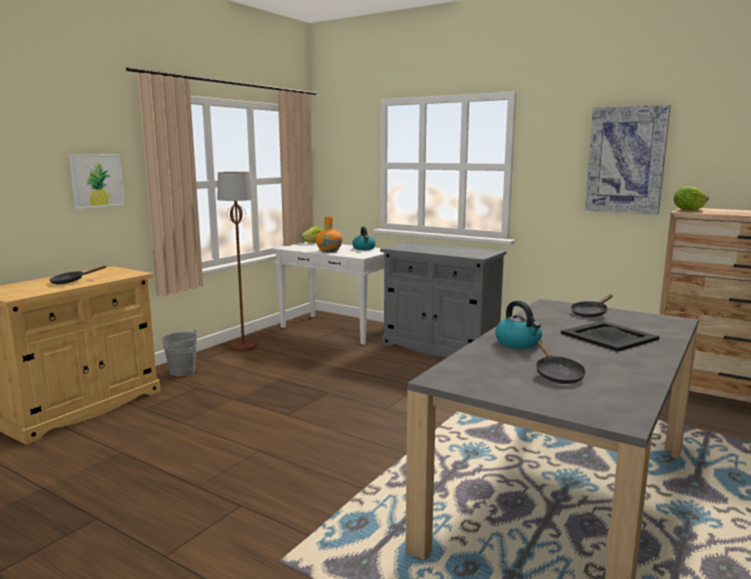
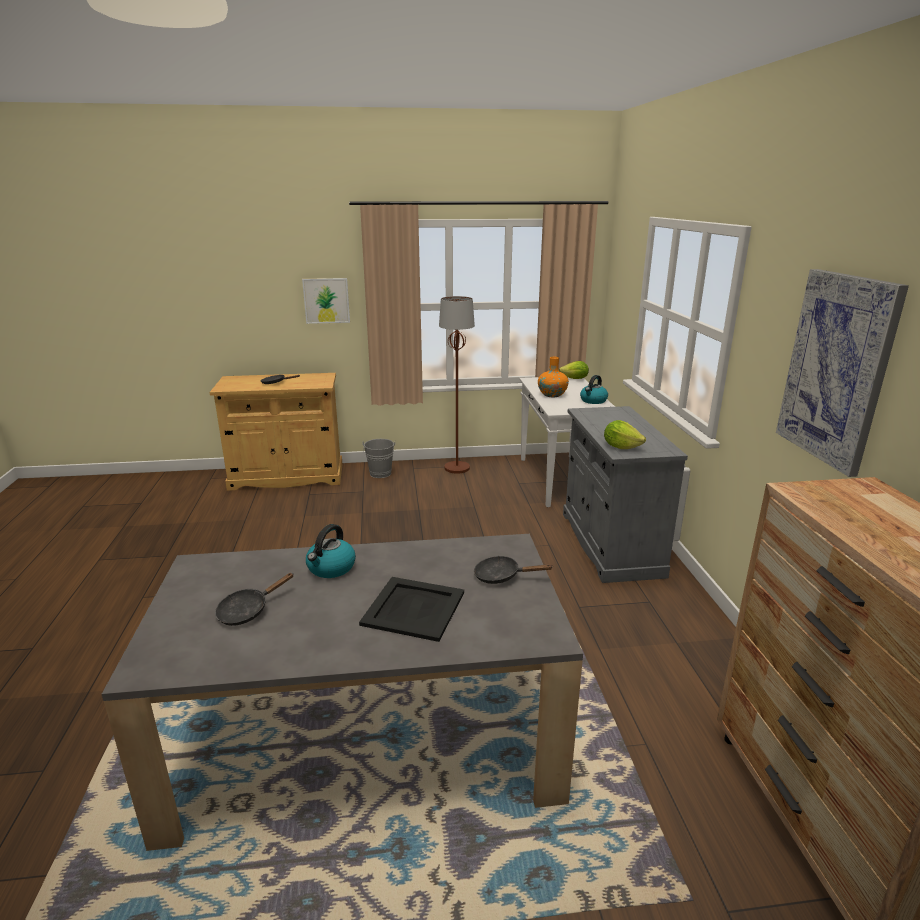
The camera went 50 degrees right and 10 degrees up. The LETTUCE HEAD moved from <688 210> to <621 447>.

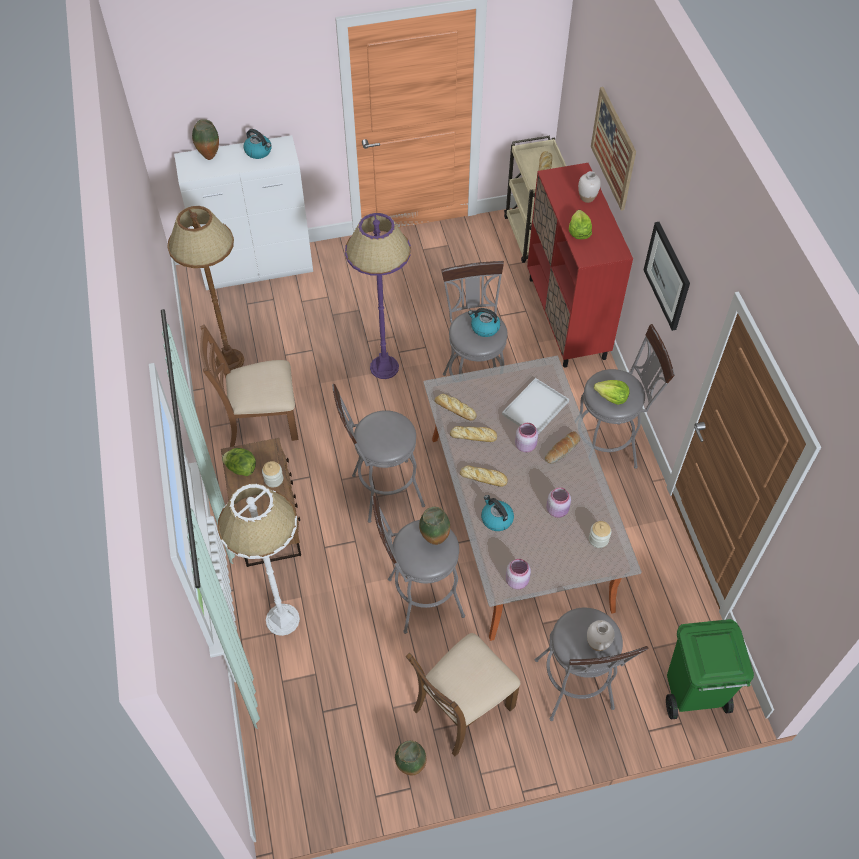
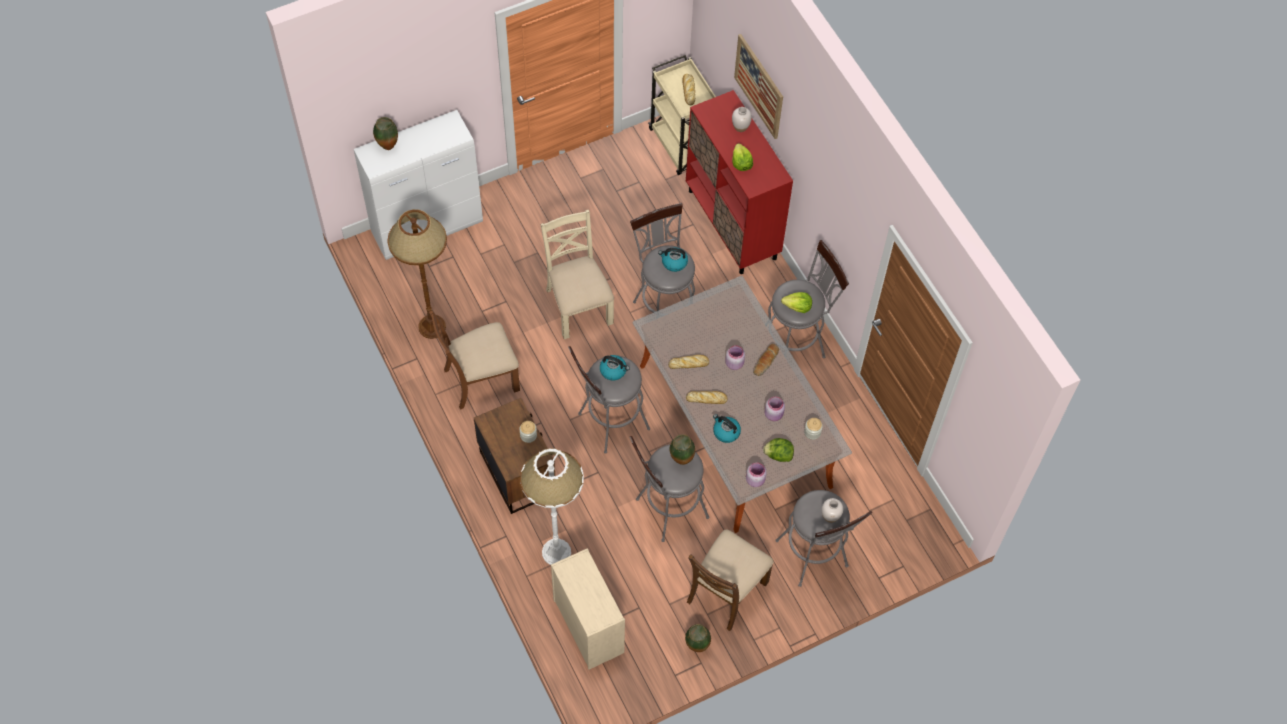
The camera went 15 degrees left and 5 degrees up. The PURPLISH STANDARD LAMP at <384 367> was replaced by the SAND-COLOURED UPRIGHT CHAIR at <578 306>. The SAND-COLOURED DRESSER at <588 625> appeared. The KETTLE moved from <259 151> to <613 370>. The LETTUCE HEAD moved from <241 468> to <778 455>. The BAKED BREAD at <454 409> disappeared. The WHITE CARRYING TRAY at <535 407> disappeared. The PICTURE at <667 276> disappeared. The GREEN-COLOURED WASTE BIN at <692 694> disappeared.

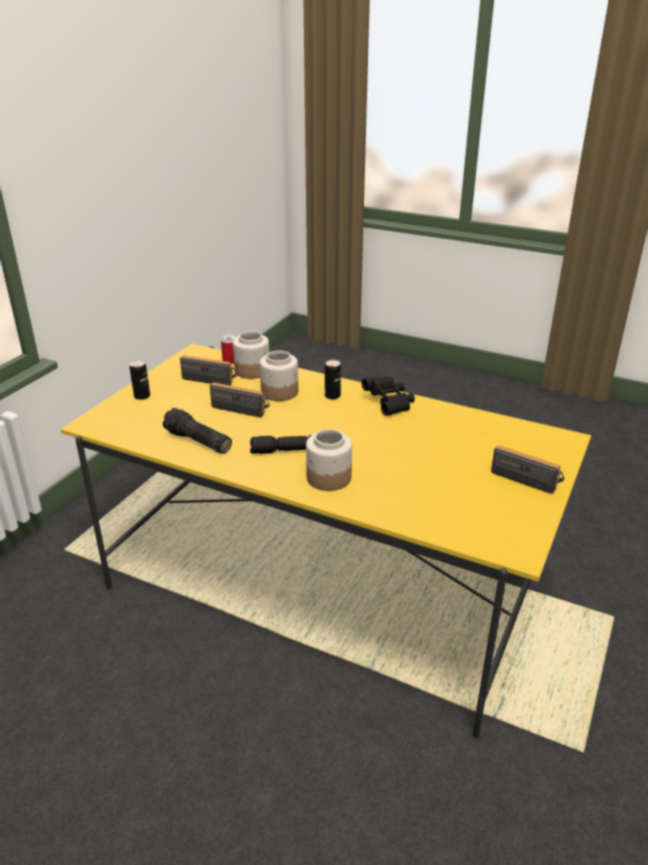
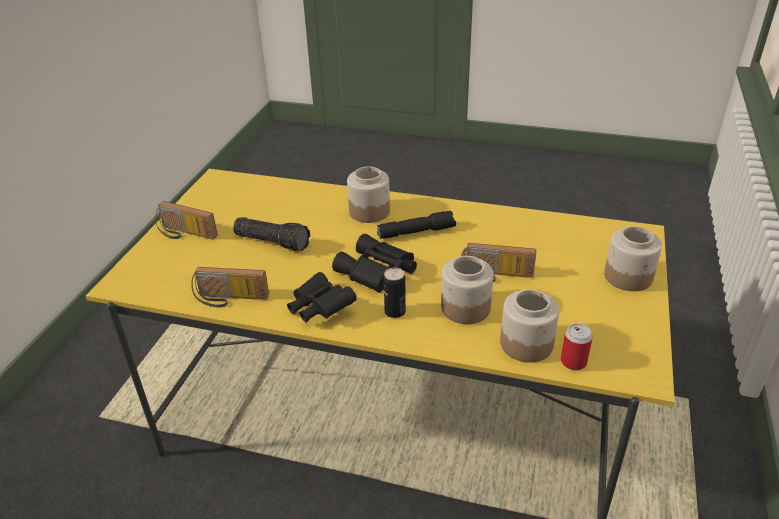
The camera went 170 degrees right and 5 degrees up. The RADIO moved from <211 379> to <230 299>. The TORCH moved from <197 442> to <273 241>. The BLACK-COLOURED BINOCULARS at <377 272> appeared. The METAL CAN at <142 396> was replaced by the PRESERVE JAR at <628 277>.

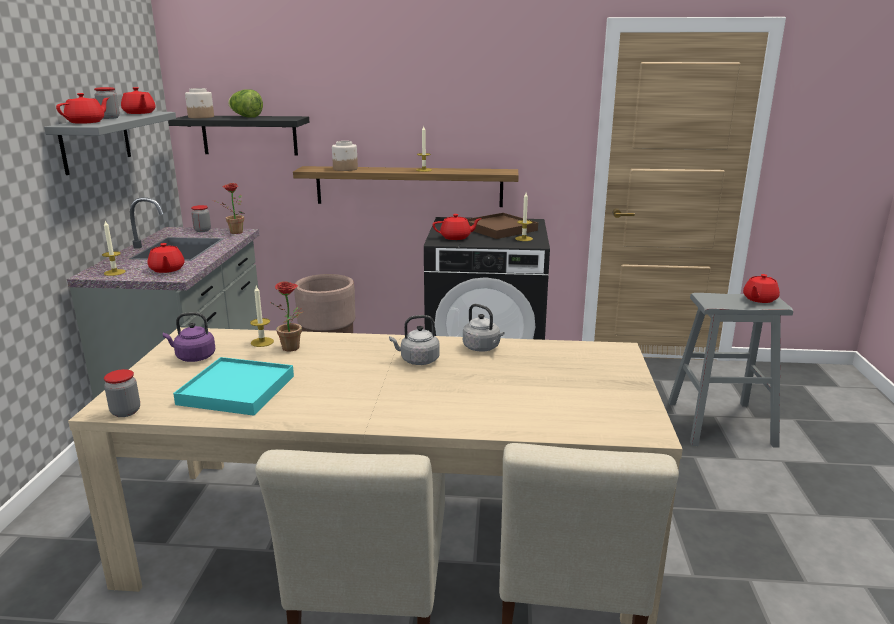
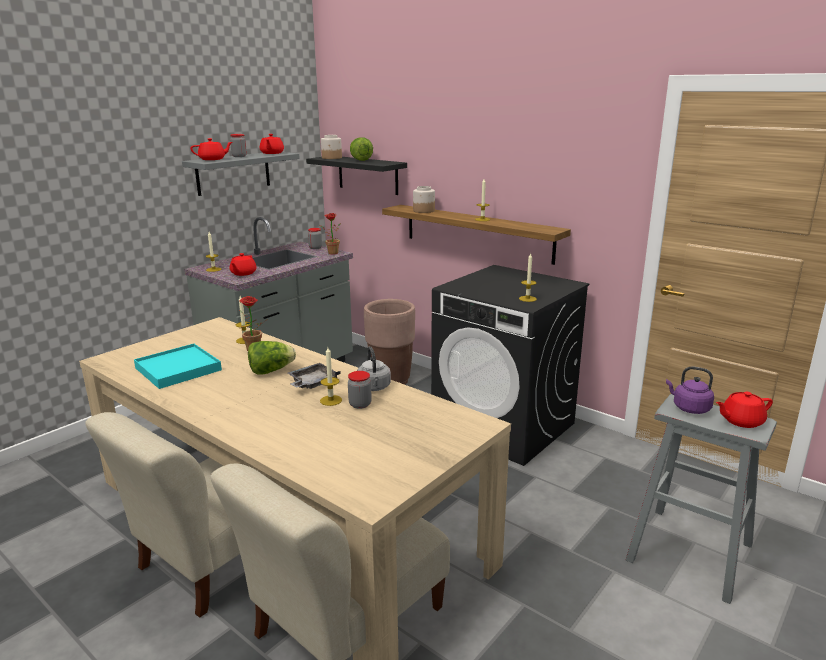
The camera went 35 degrees right and 0 degrees up. The LETTUCE HEAD at <271 371> appeared. The GREY KETTLE at <417 360> was replaced by the GREY CARRYING TRAY at <312 383>. The WAX LIGHT at <331 400> appeared. The PRESERVE JAR moved from <125 412> to <360 404>. The PURPLISH KETTLE moved from <193 357> to <689 408>. The REDDISH POT FOR TEA at <456 237> disappeared. The BROWN CARRYING TRAY at <499 229> disappeared.

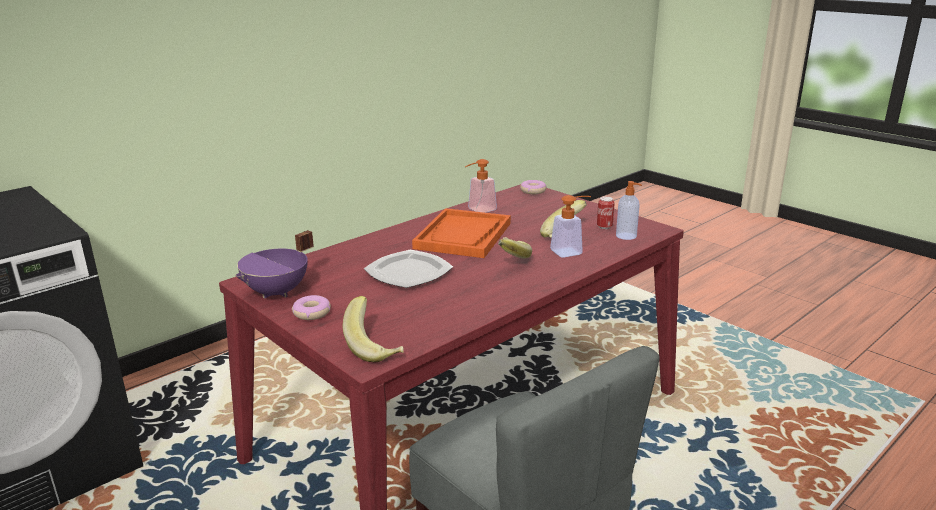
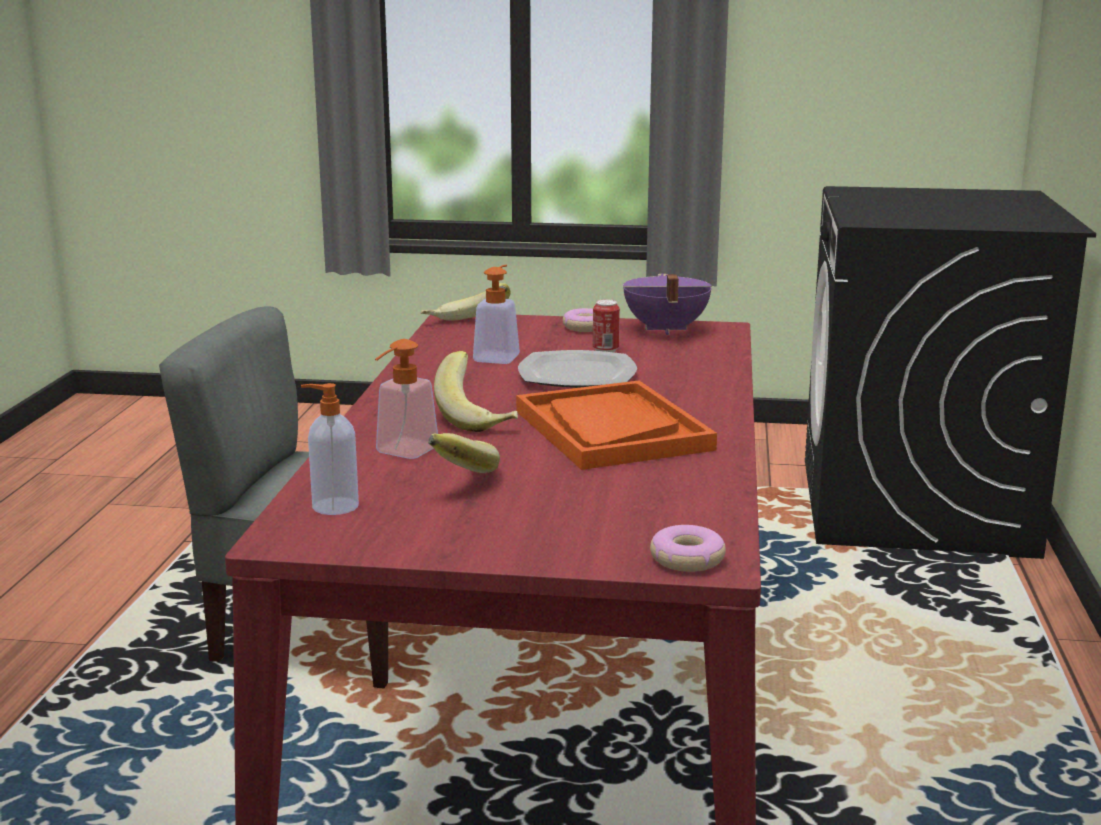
The camera went 140 degrees right and 5 degrees down. The SOAP BOTTLE moved from <478 210> to <499 356>. The METAL CAN moved from <604 227> to <605 350>.

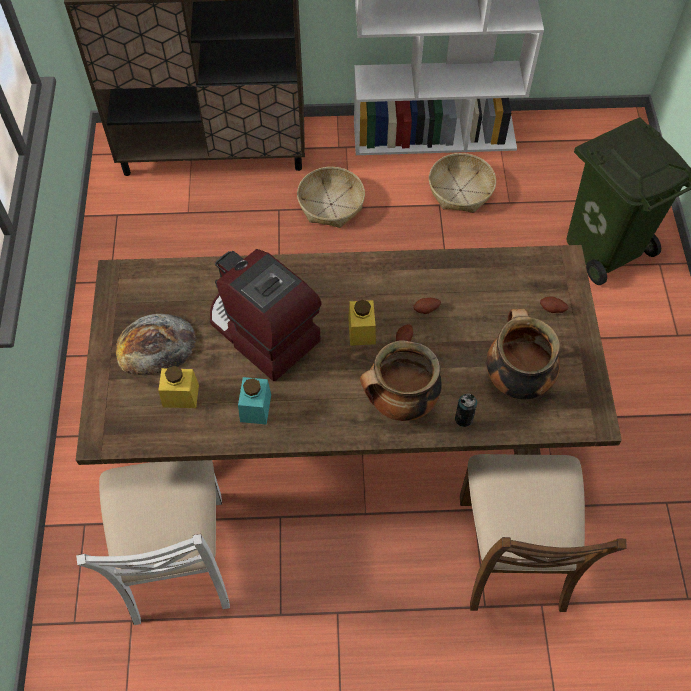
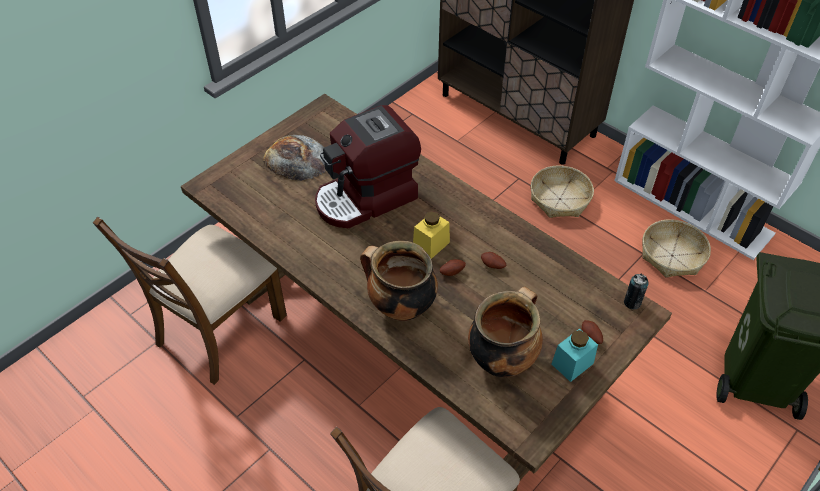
The camera went 45 degrees right and 10 degrees down. The WHITE UPRIGHT CHAIR at <176 559> became the BROWN UPRIGHT CHAIR at <219 330>. The COFFEE BREWER at <262 332> turned 120 degrees counterclockwise. The TURQUOISE PRESERVE JAR moved from <255 408> to <572 363>. The METAL CAN moved from <463 418> to <632 302>. The YELLOW-COLOURED PRESERVE JAR at <181 396> disappeared.

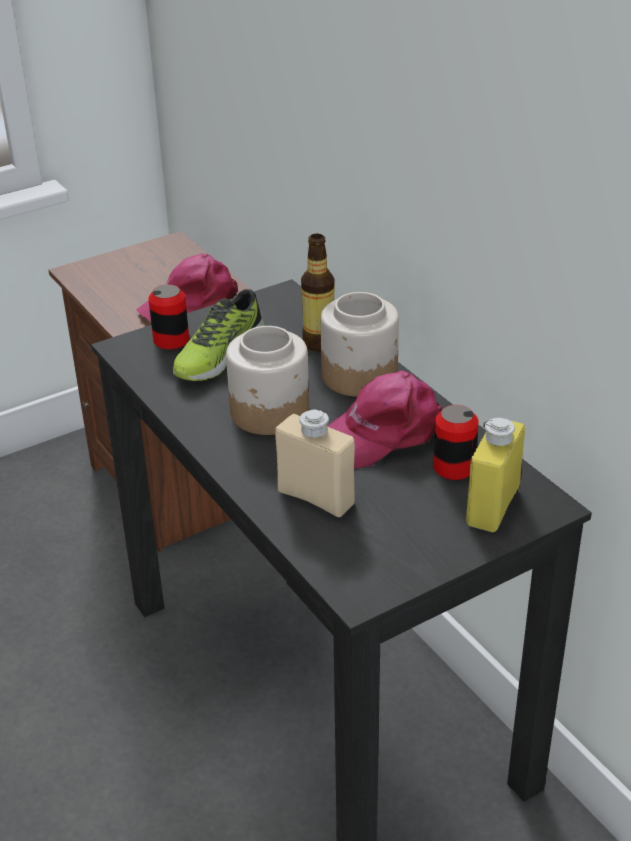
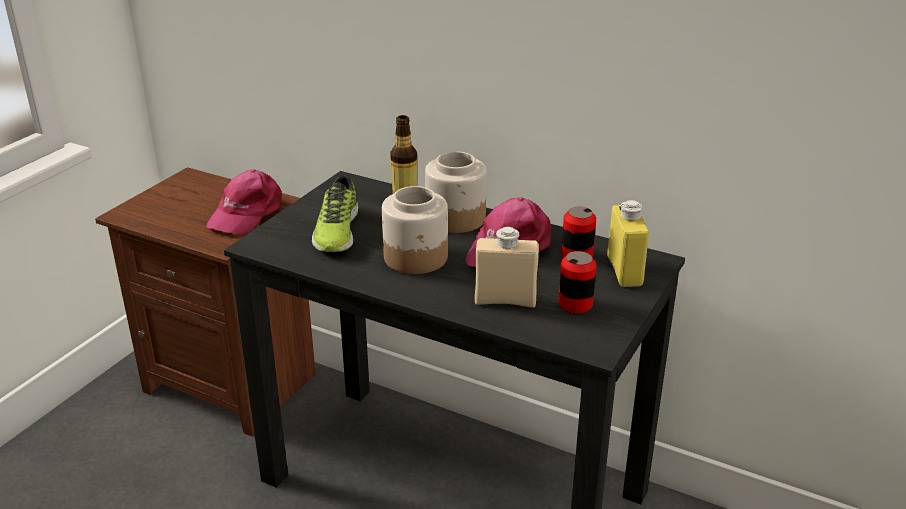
The camera went 30 degrees left and 5 degrees down. The METAL CAN moved from <171 340> to <575 304>.

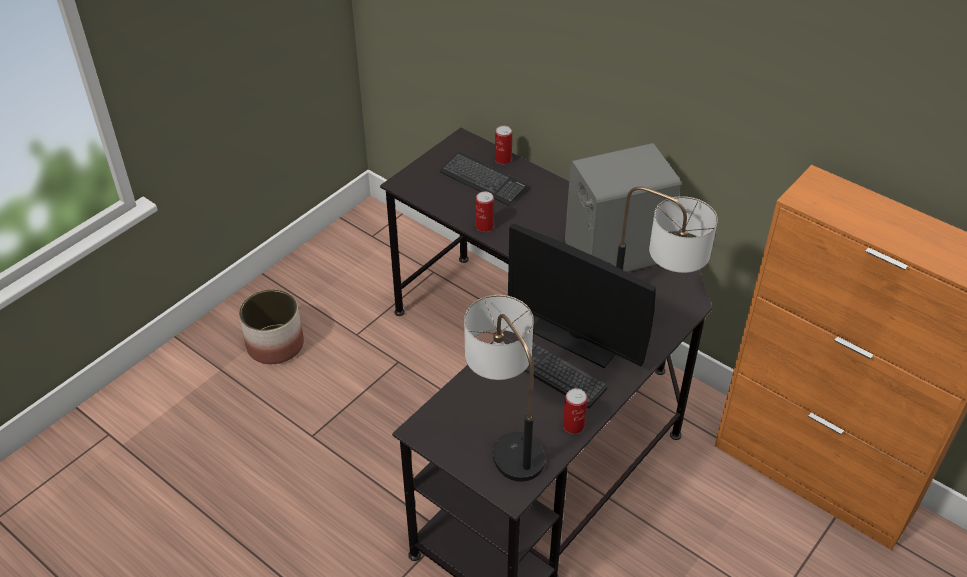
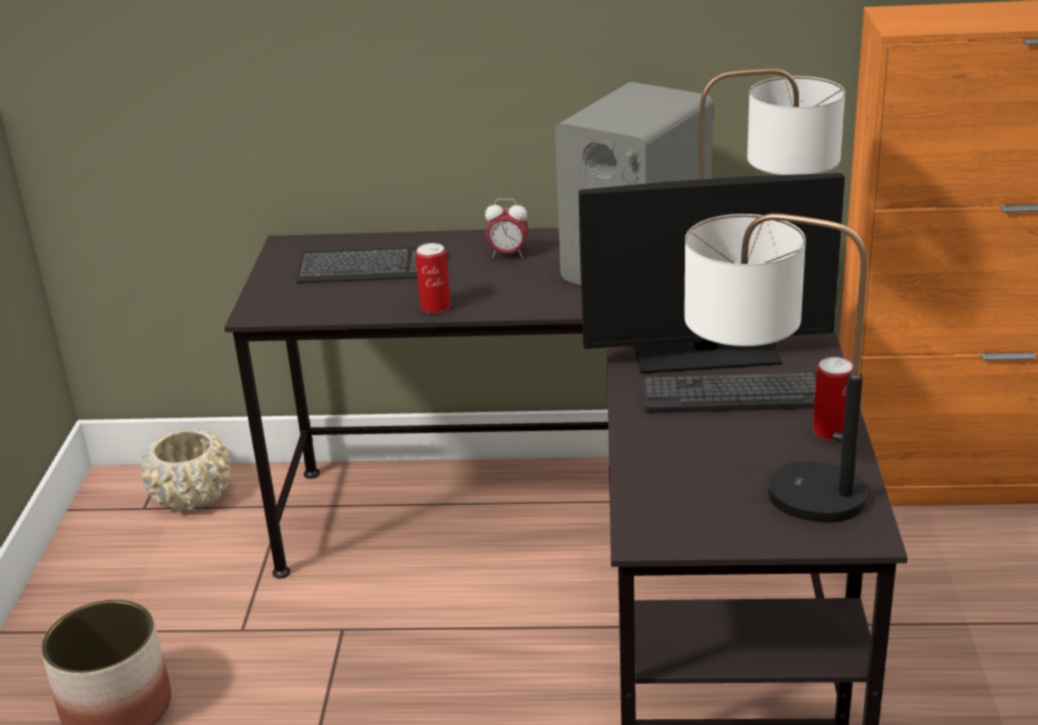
The camera went 35 degrees left and 15 degrees down. The SAND-COLOURED PLANTER at <192 496> appeared. The TABLE CLOCK at <508 254> appeared. The METAL CAN at <503 159> disappeared.

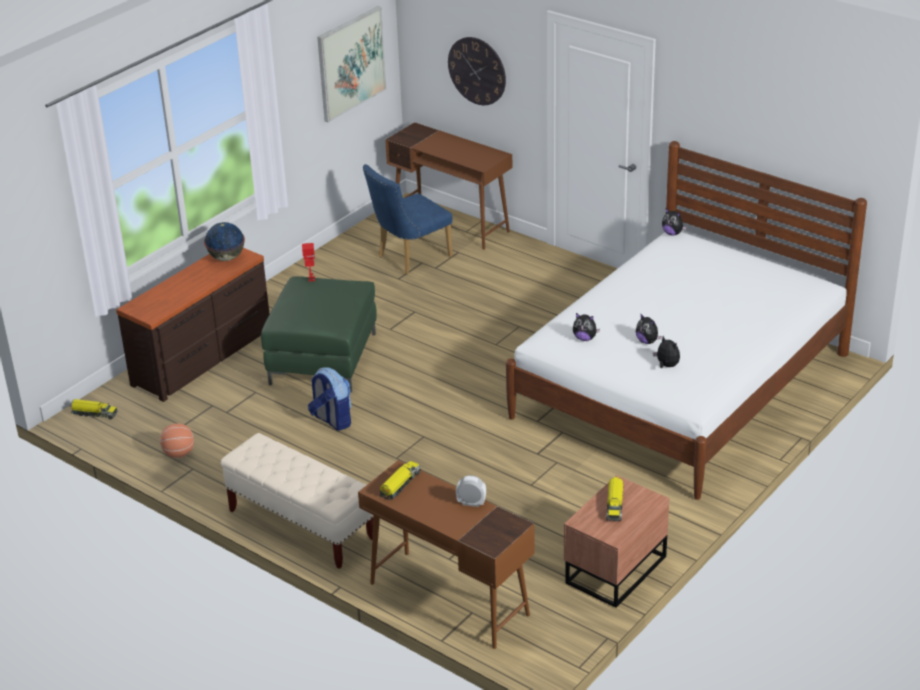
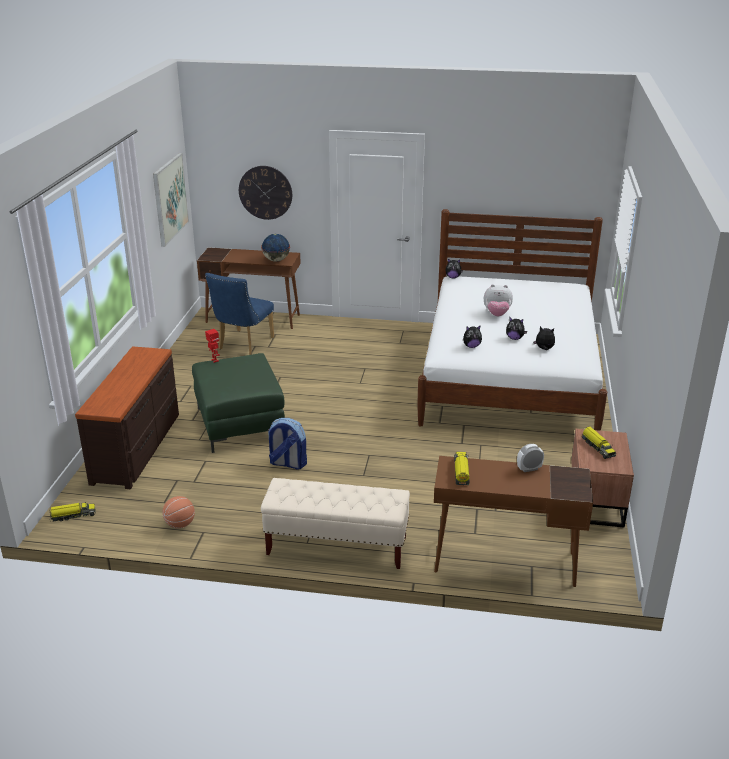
The camera went 30 degrees left and 5 degrees down. The GLOBE moved from <226 258> to <276 260>. The PLUSH TOY at <497 314> appeared.

